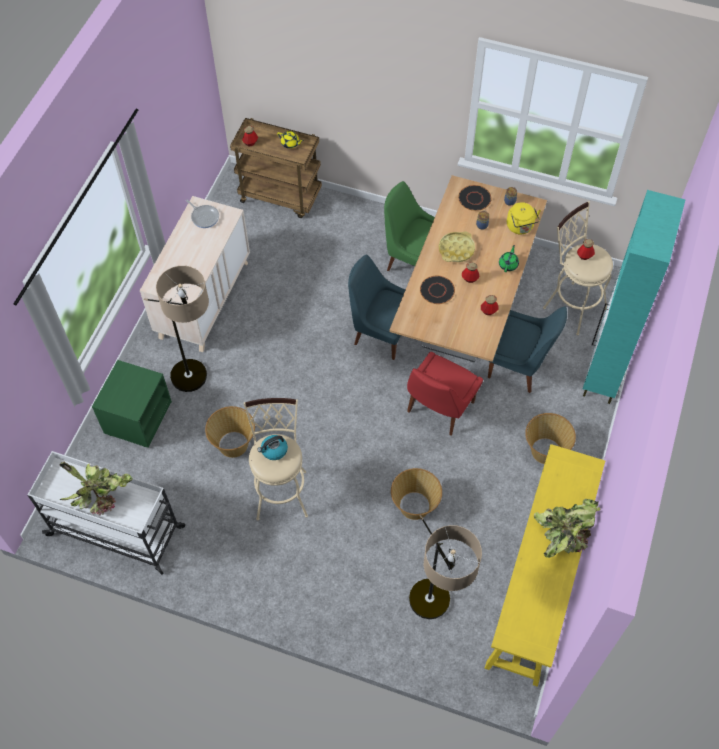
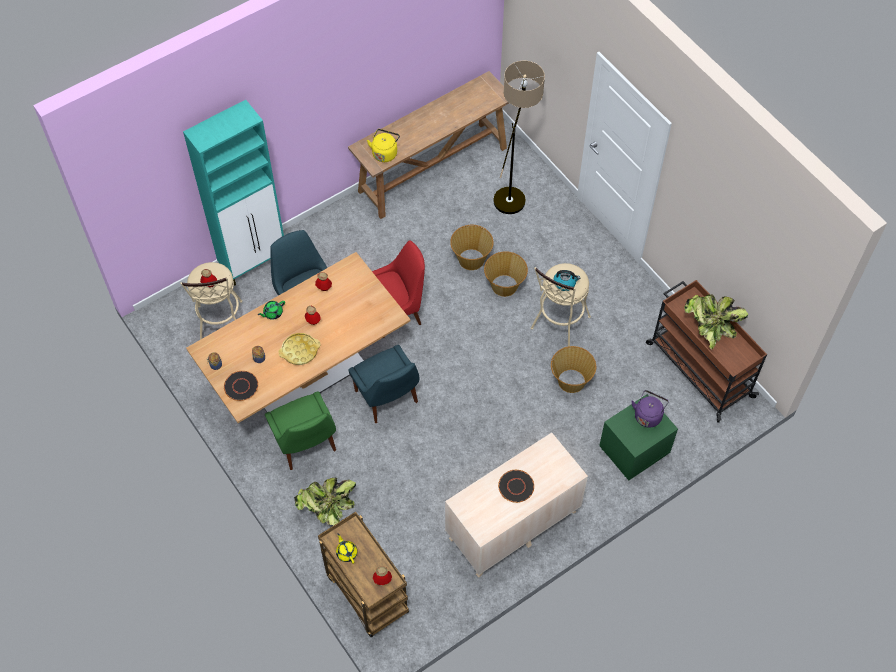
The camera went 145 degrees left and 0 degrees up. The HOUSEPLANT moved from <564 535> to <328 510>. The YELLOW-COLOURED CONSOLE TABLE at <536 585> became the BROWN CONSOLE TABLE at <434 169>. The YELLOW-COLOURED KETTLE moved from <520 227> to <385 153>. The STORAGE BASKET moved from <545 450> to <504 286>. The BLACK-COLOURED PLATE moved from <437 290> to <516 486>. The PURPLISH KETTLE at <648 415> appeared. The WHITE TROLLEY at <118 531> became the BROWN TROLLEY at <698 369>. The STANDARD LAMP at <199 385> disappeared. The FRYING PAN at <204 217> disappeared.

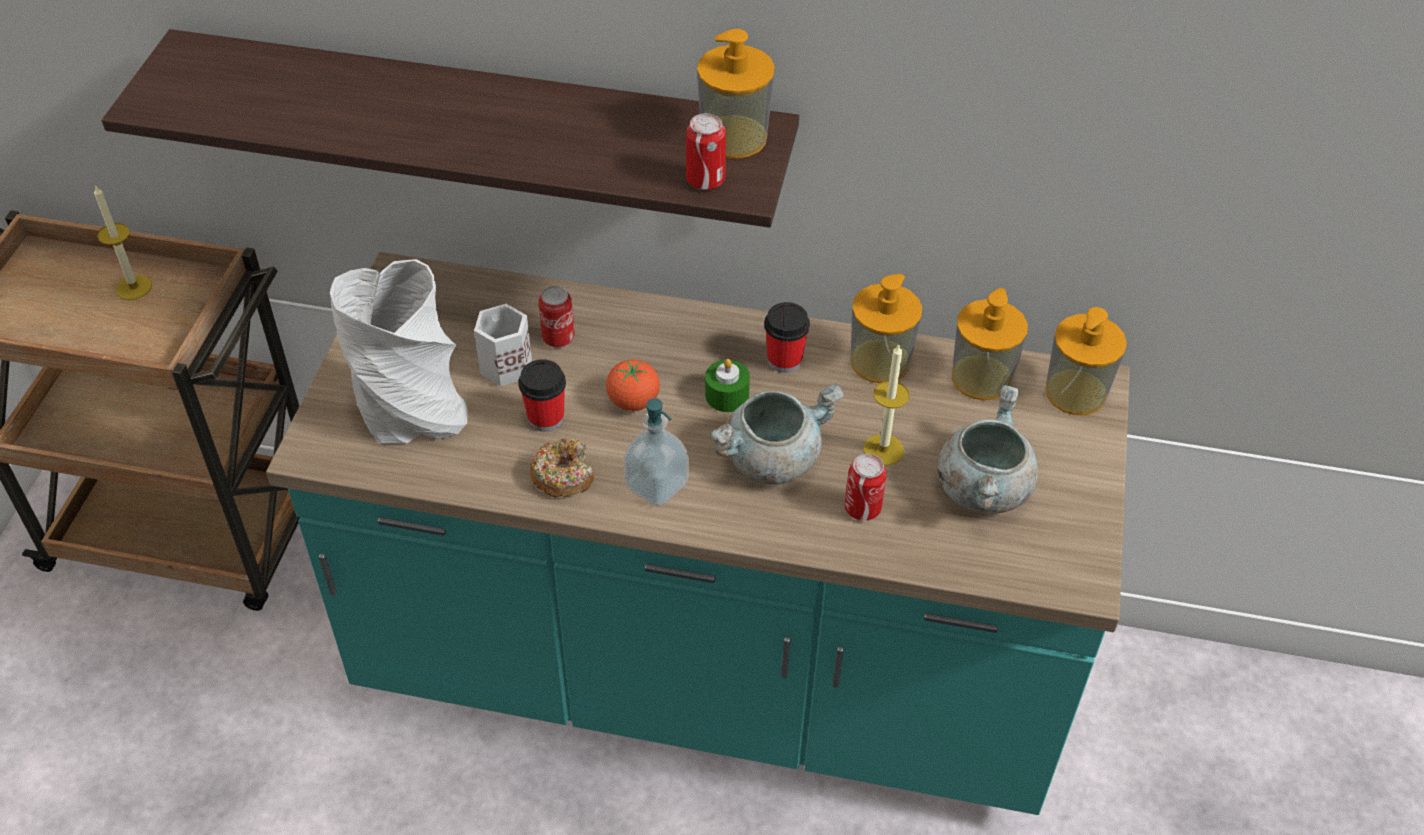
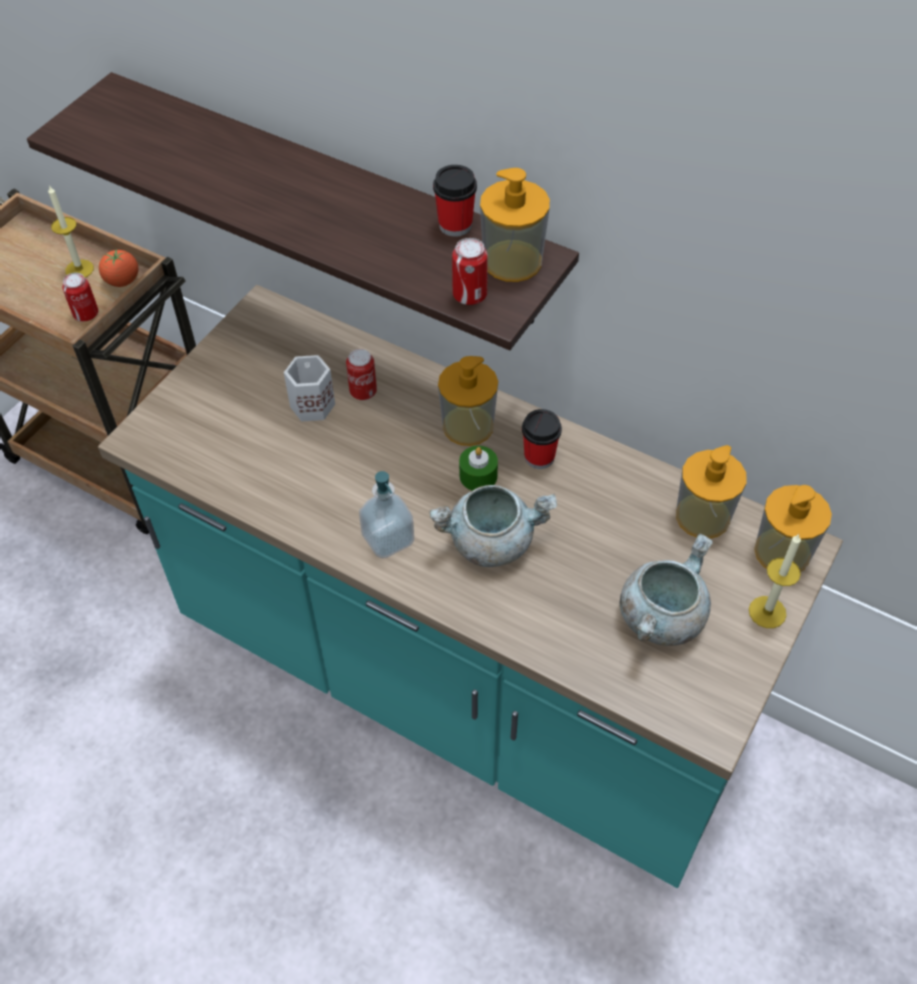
The camera went 20 degrees right and 5 degrees up. The METAL CAN moved from <862 508> to <86 314>. The WHOLE TOMATO moved from <633 401> to <122 281>. The DRINKING CUP moved from <546 418> to <455 225>. The SOAP BOTTLE moved from <880 361> to <468 426>. The WAX LIGHT moved from <883 449> to <767 612>. The GREY DECORATIVE VASE at <411 410> disappeared. The DOUGHNUT at <563 475> disappeared.

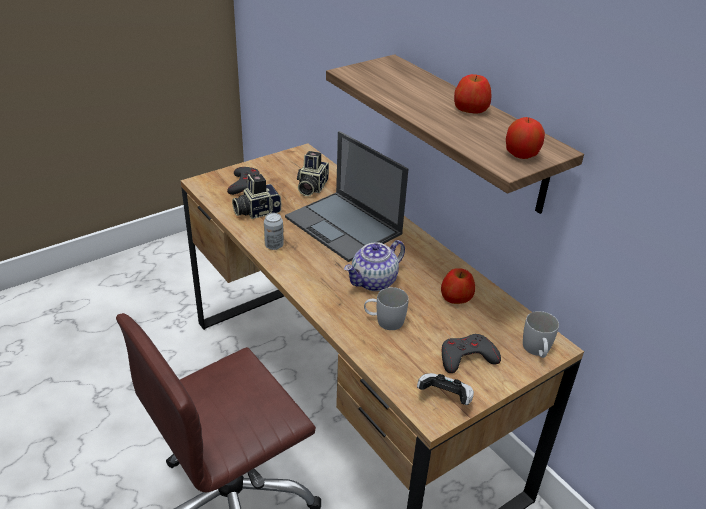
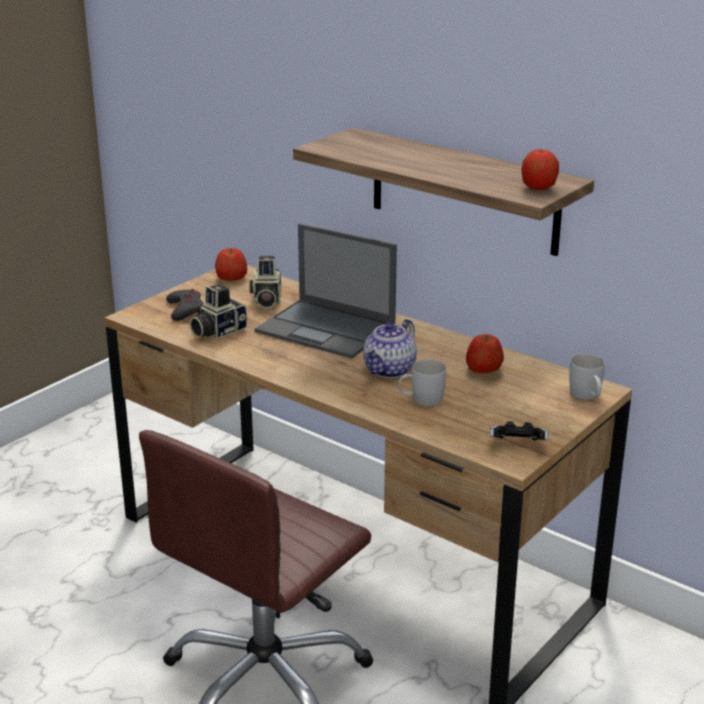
The camera went 15 degrees left and 10 degrees down. The APPLE FRUIT moved from <470 109> to <231 277>. The METAL CAN at <274 245> disappeared. The GREY GAMEPAD at <467 357> disappeared.

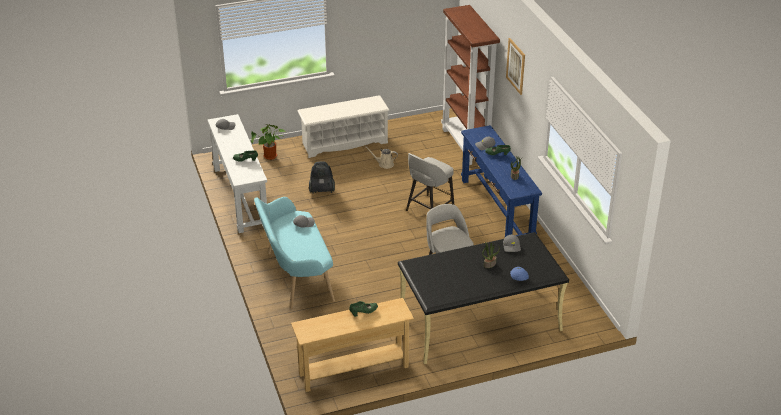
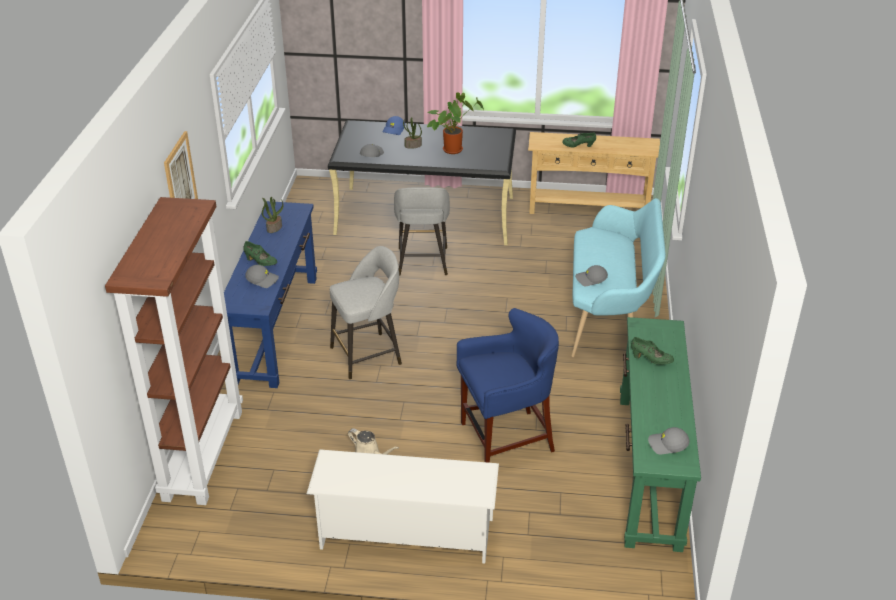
The camera went 155 degrees left and 0 degrees up. The HOUSEPLANT moved from <270 157> to <453 149>. The VACUUM at <321 190> was replaced by the BLUE STOOL SEAT at <505 439>. The WHITE CONSOLE TABLE at <240 197> became the GREEN-COLOURED CONSOLE TABLE at <648 469>.

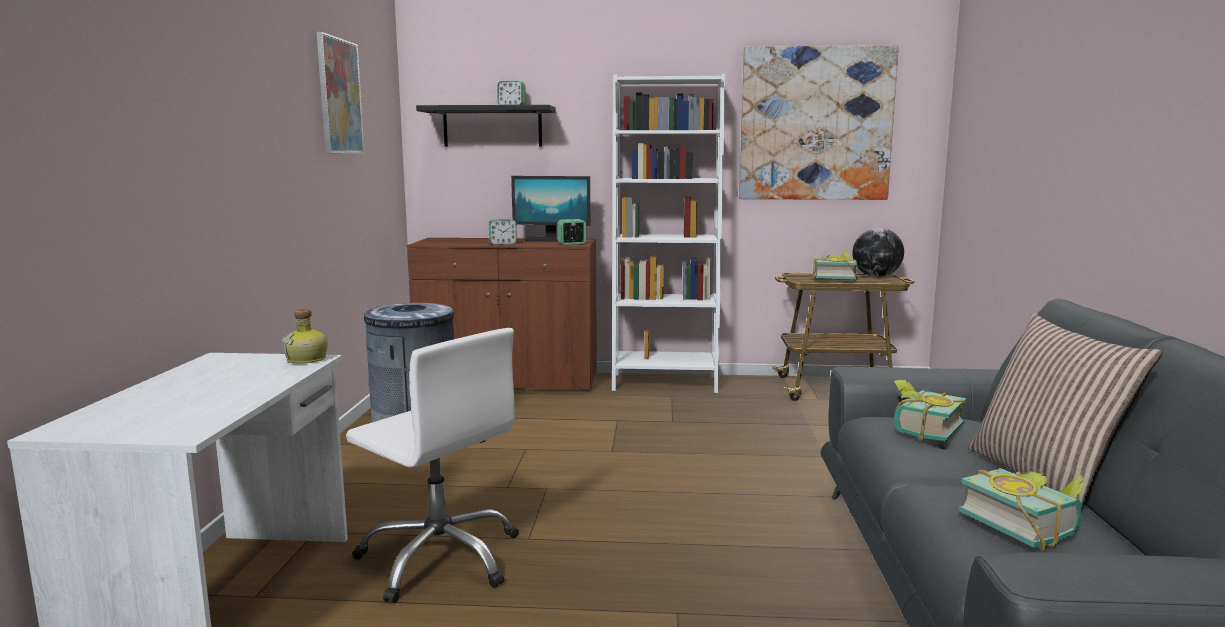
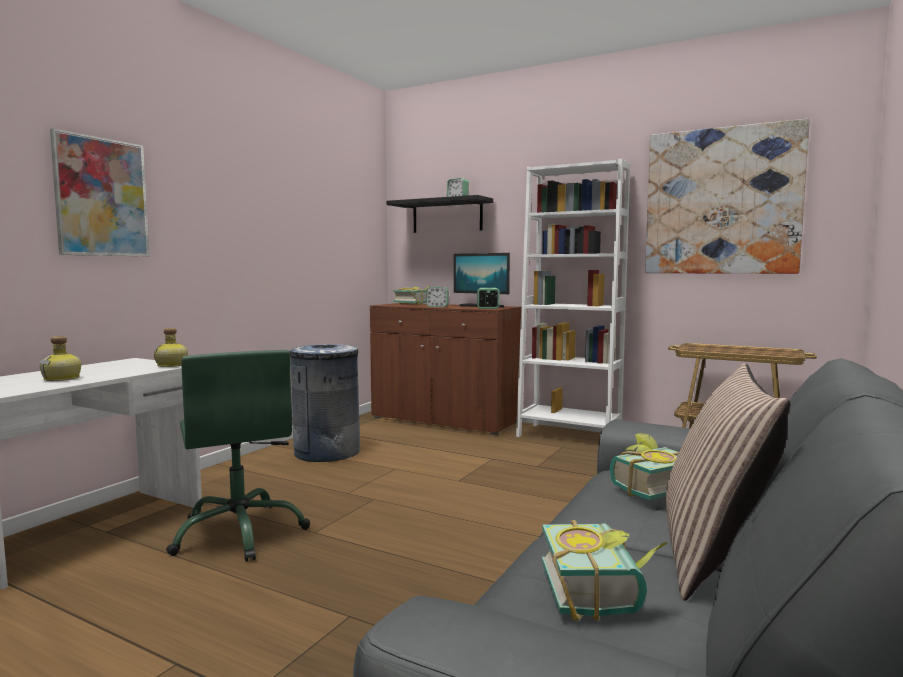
The camera went 25 degrees right and 5 degrees down. The BOTTLE at <63 379> appeared. The PICTURE moved from <339 96> to <101 197>. The WHITE OFFICE CHAIR at <441 558> became the GREEN-COLOURED OFFICE CHAIR at <240 532>. The BOOK moved from <833 278> to <413 304>. The GLOBE at <876 276> disappeared.

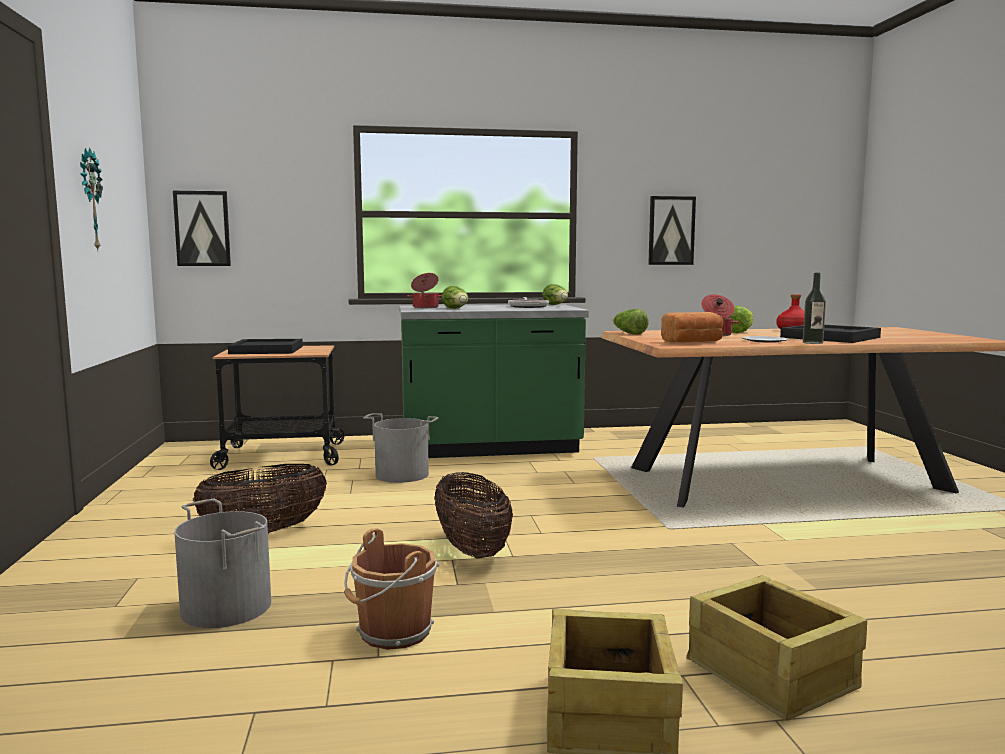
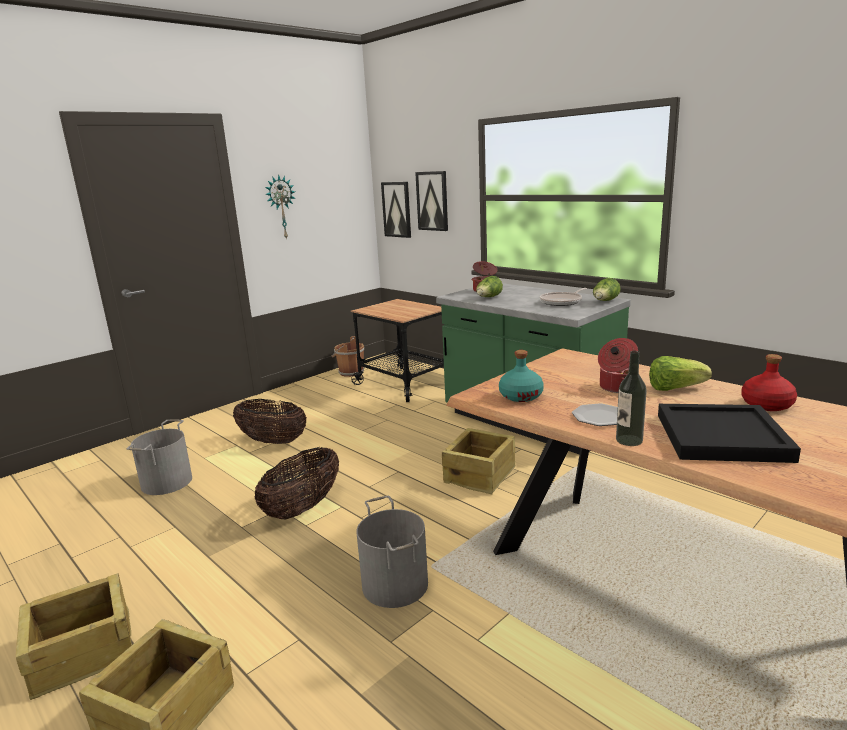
The camera went 55 degrees right and 10 degrees up. The BROWN BUCKET moved from <392 633> to <350 372>. The GREY BUCKET moved from <402 474> to <396 584>. The PICTURE moved from <671 230> to <432 201>. The CRATE at <481 474> appeared. The BAKED BREAD at <693 342> was replaced by the TURQUOISE BOTTLE at <520 396>. The BLACK-COLOURED CARRYING TRAY at <267 350> disappeared. The LETTUCE HEAD at <628 333> disappeared.

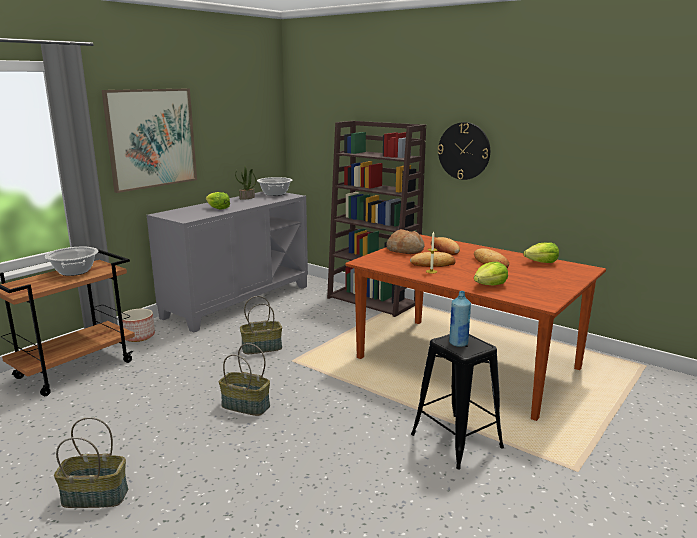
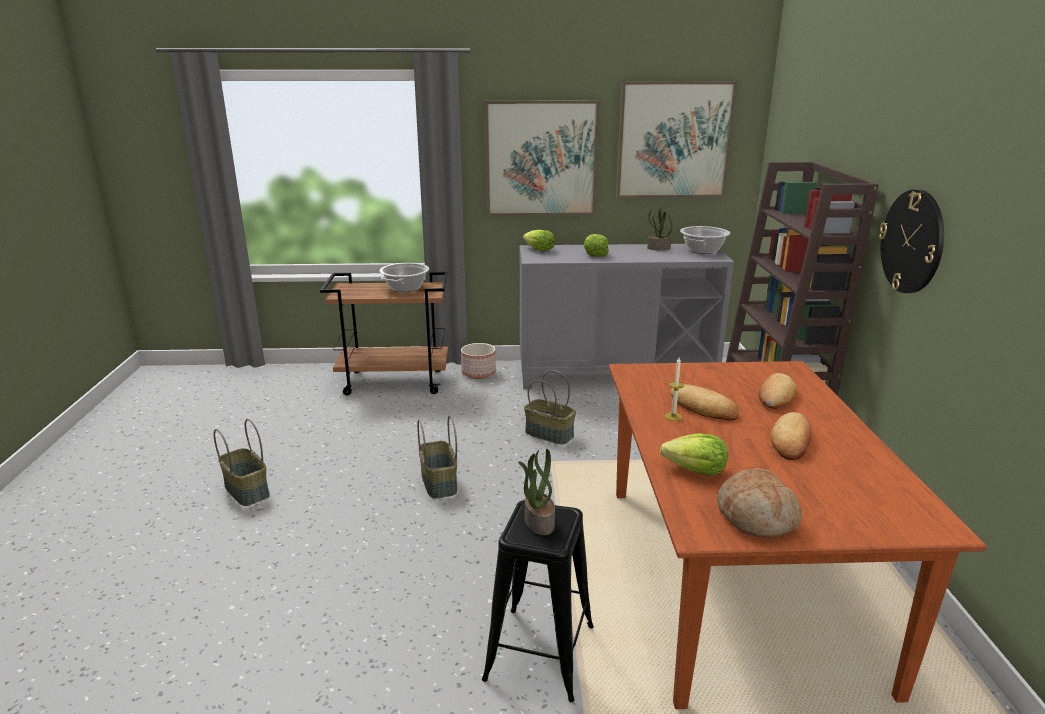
The camera went 50 degrees right and 5 degrees up. The BLUE BOTTLE at <458 343> was replaced by the HOUSEPLANT at <538 521>. The LETTUCE HEAD moved from <541 262> to <539 249>. The PICTURE at <674 140> appeared. The BAKED BREAD moved from <405 250> to <756 516>.

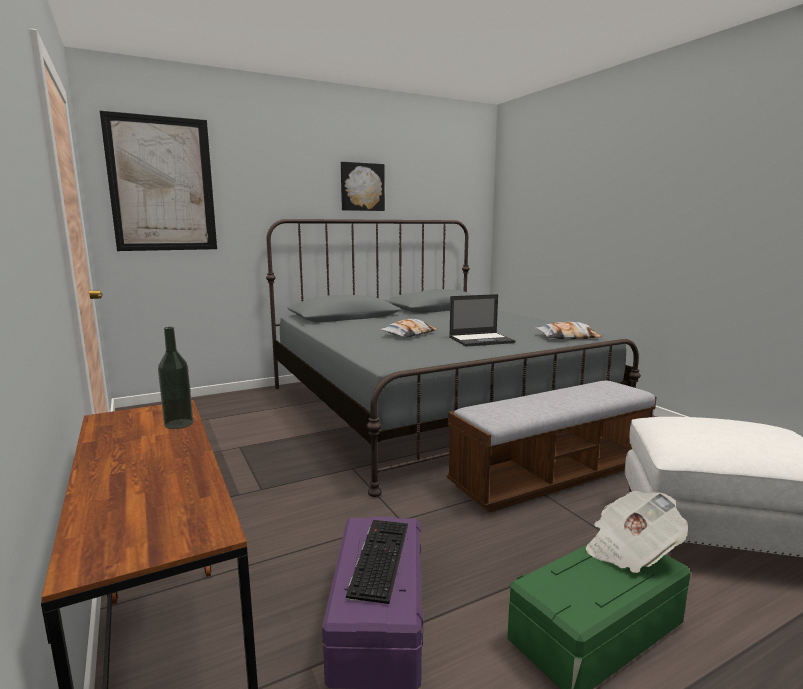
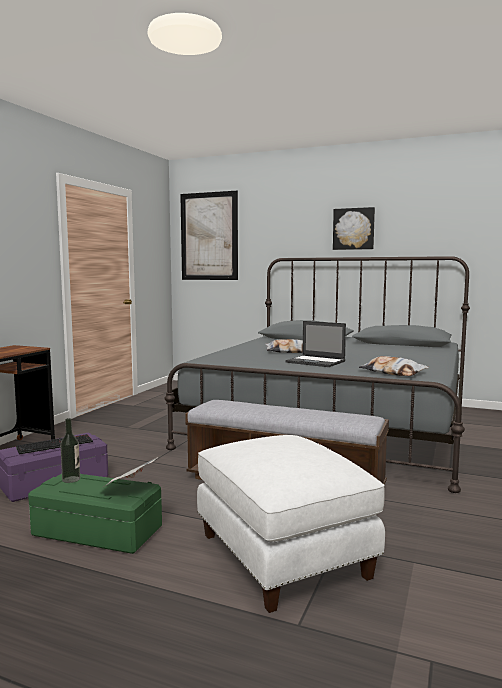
The camera went 50 degrees right and 5 degrees down. The BOTTLE moved from <179 424> to <71 479>.

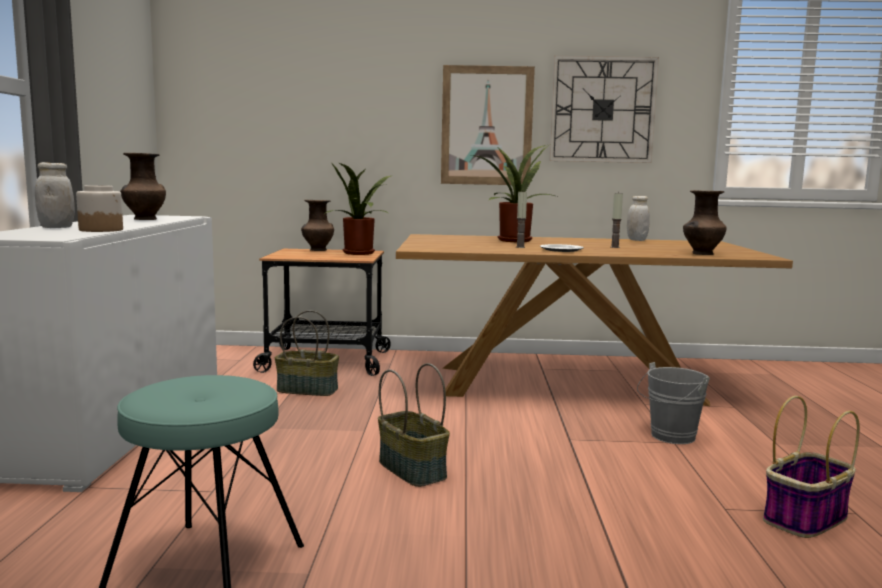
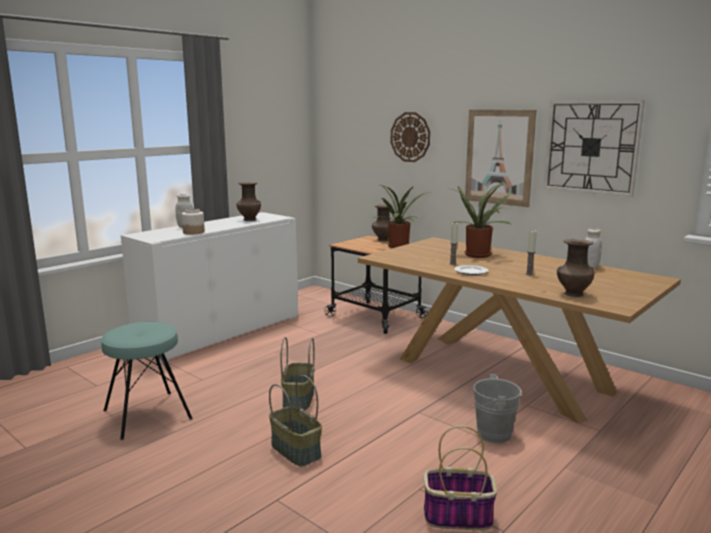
The camera went 40 degrees right and 5 degrees up. The STORAGE BASKET moved from <308 390> to <296 450>. The HANGING CLOCK at <410 137> appeared.

